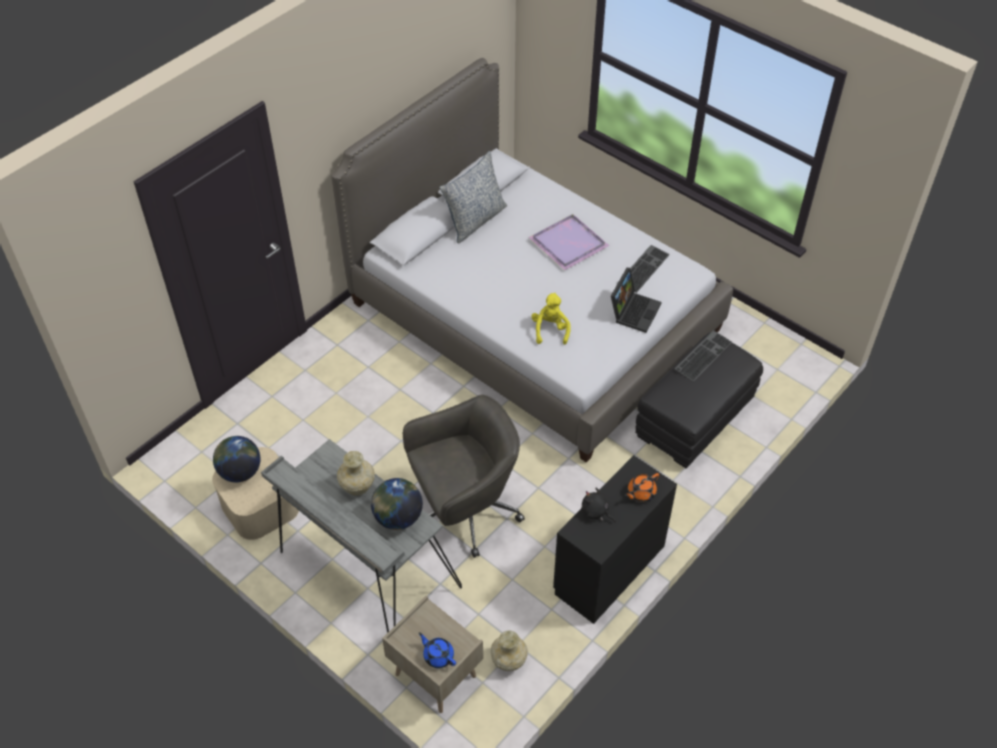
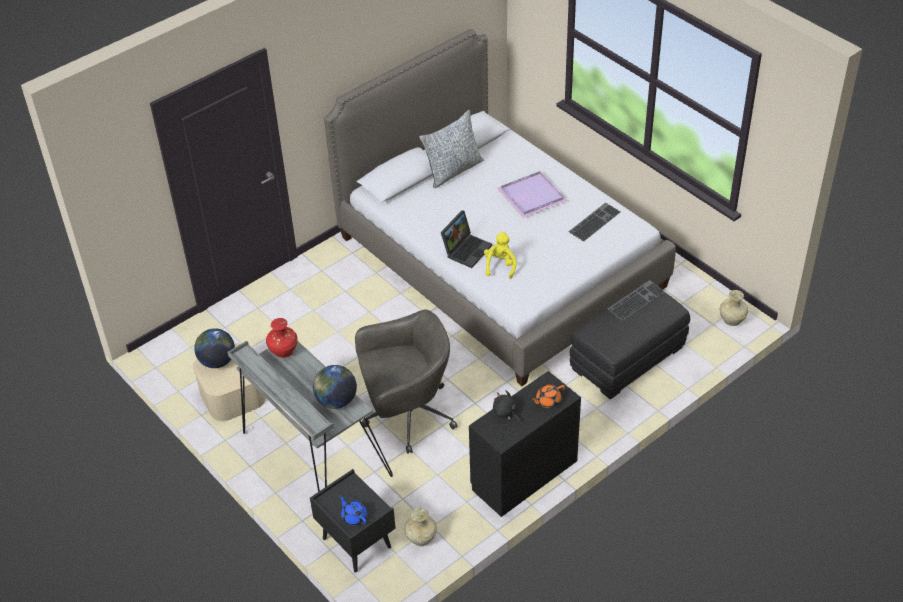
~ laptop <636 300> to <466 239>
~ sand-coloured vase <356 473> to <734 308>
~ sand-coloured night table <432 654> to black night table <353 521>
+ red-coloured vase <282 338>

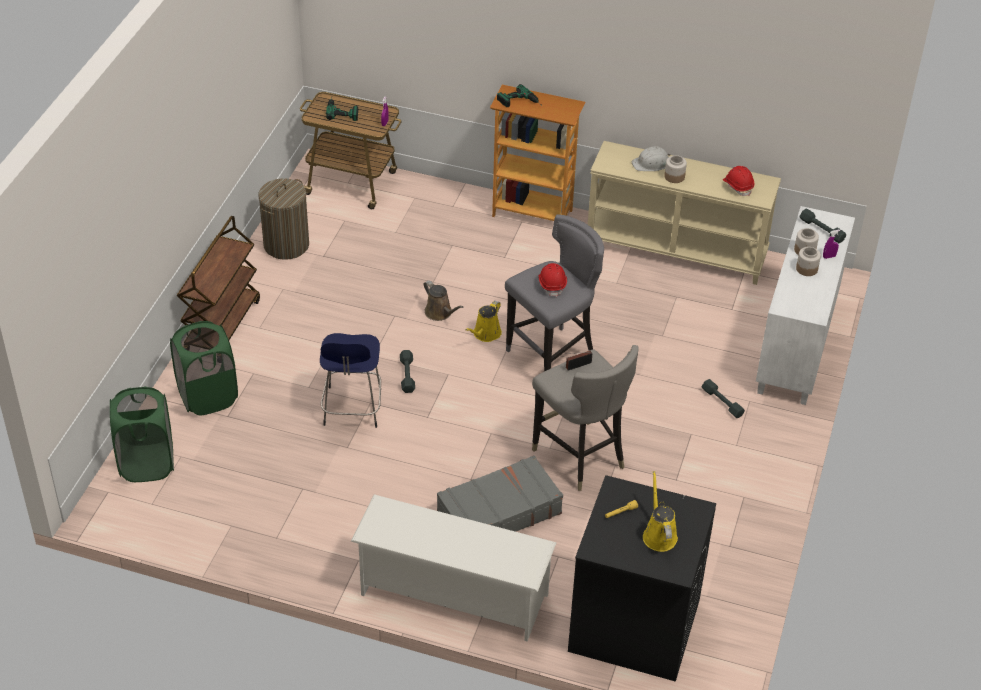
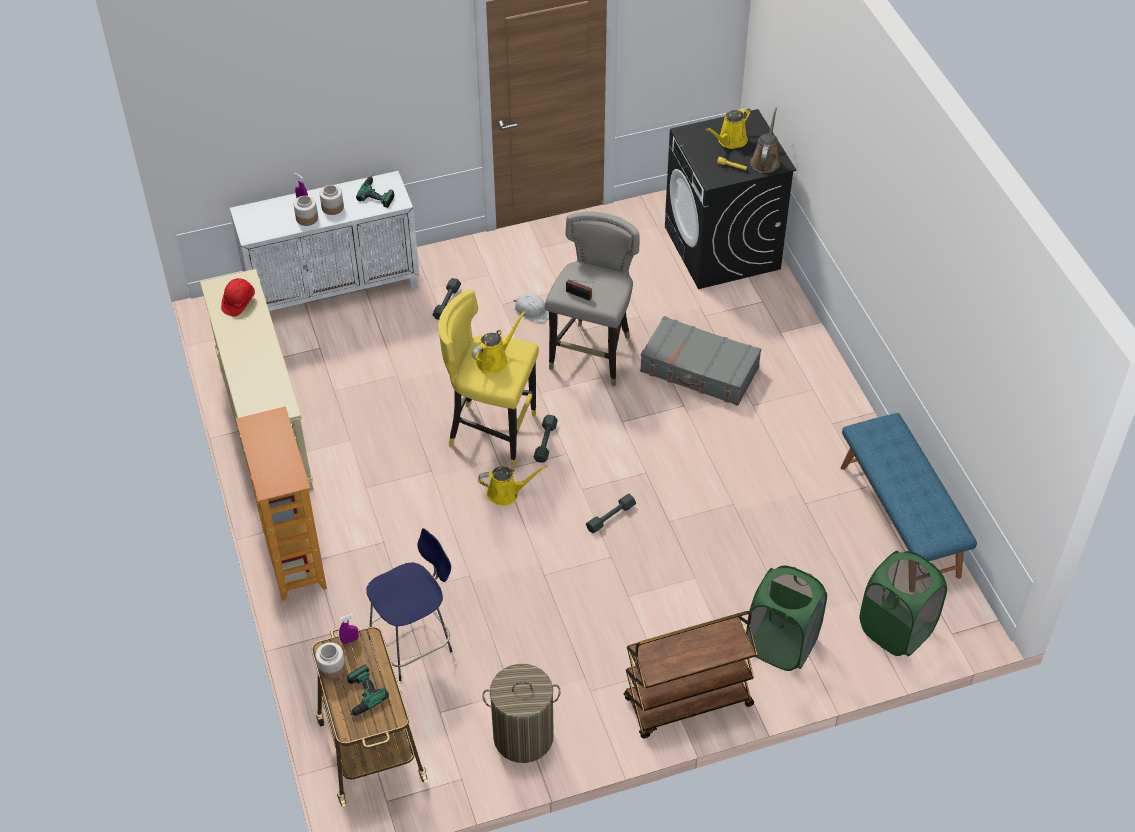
~ drill <518 95> to <375 191>
~ whitish hard hat <651 159> to <531 308>
~ preserve jar <675 169> to <330 660>
~ greyish free weight <822 225> to <546 439>
~ greyish stool seat <554 293> to yellowish stool seat <488 378>
~ red-coloured hard hat <552 280> to yellowish watering pot <498 342>
~ brown watering pot <443 300> to <765 140>
~ blue stool seat <350 380> to <409 604>
- whitish shoe shelf <453 567>
+ blue bench <909 496>

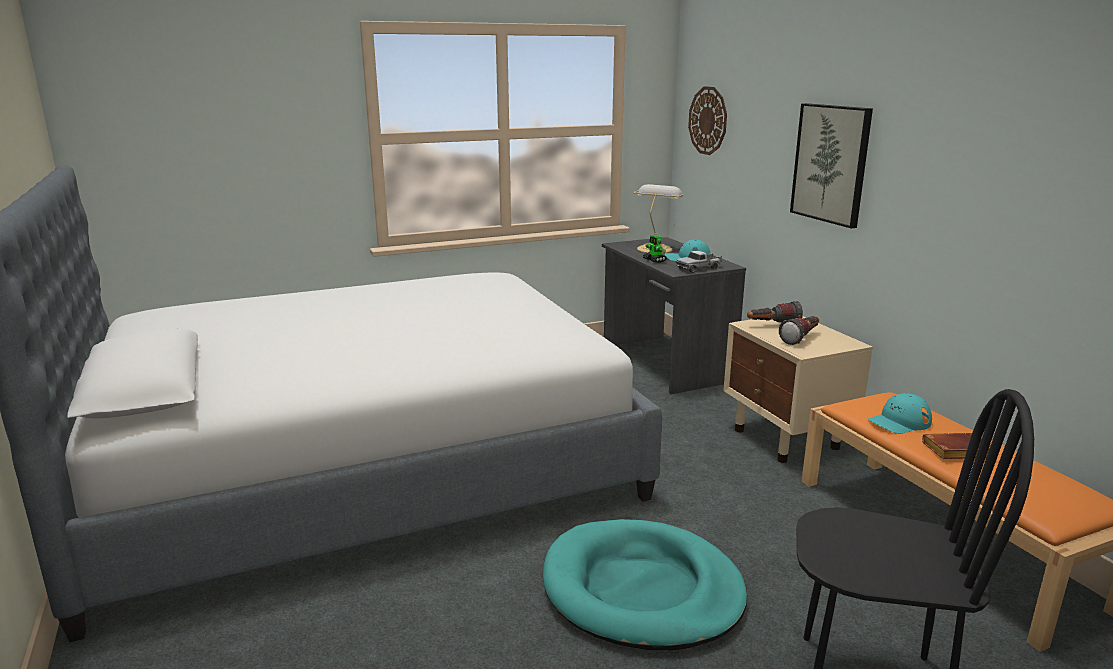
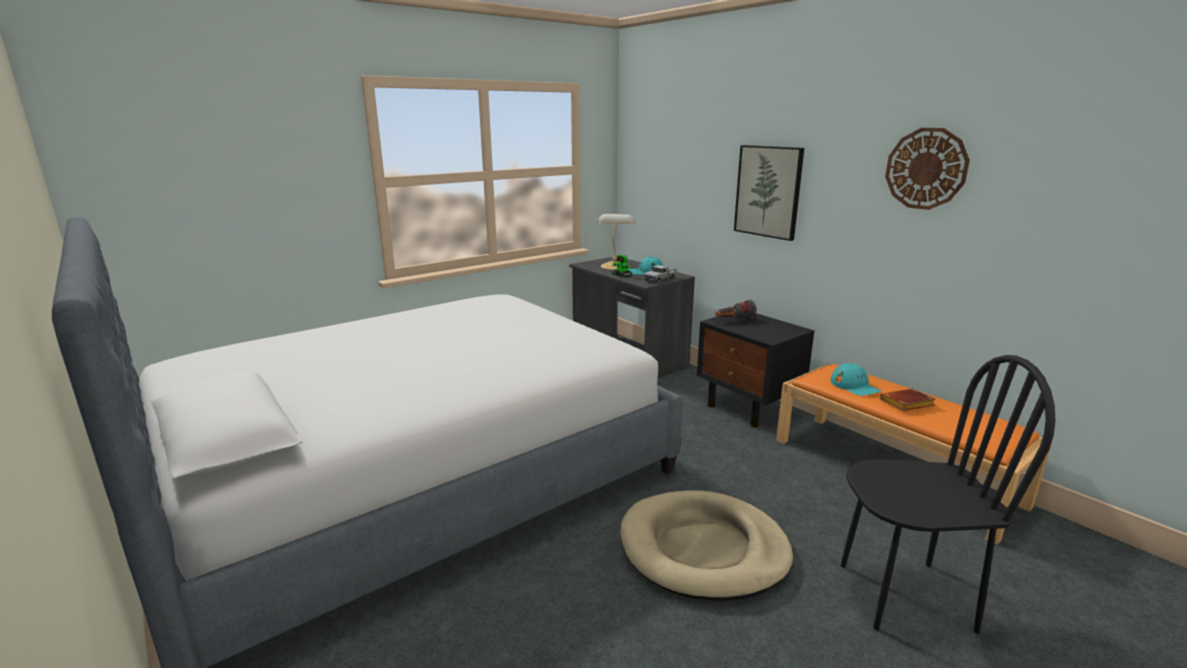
~ clock on the wall <707 120> to <927 169>
- hand torch <799 330>
~ sand-coloured night table <798 390> to black night table <756 370>
~ turquoise cap <900 413> = <856 379> 75 degrees counterclockwise
~ turquoise pet bed <645 584> to sand-coloured pet bed <706 545>

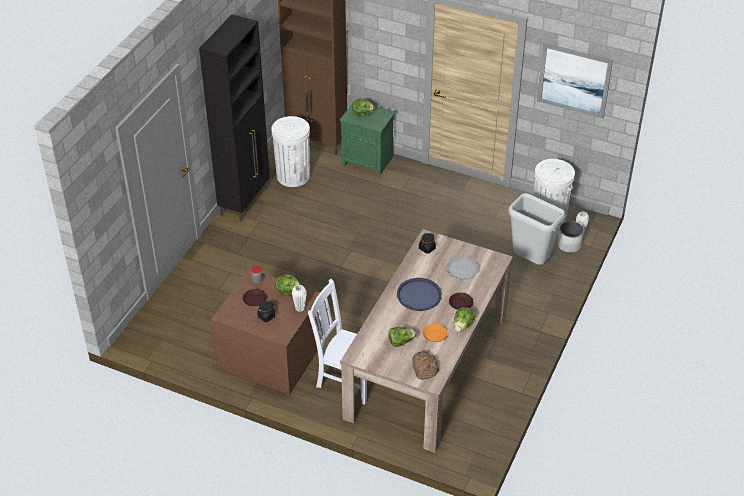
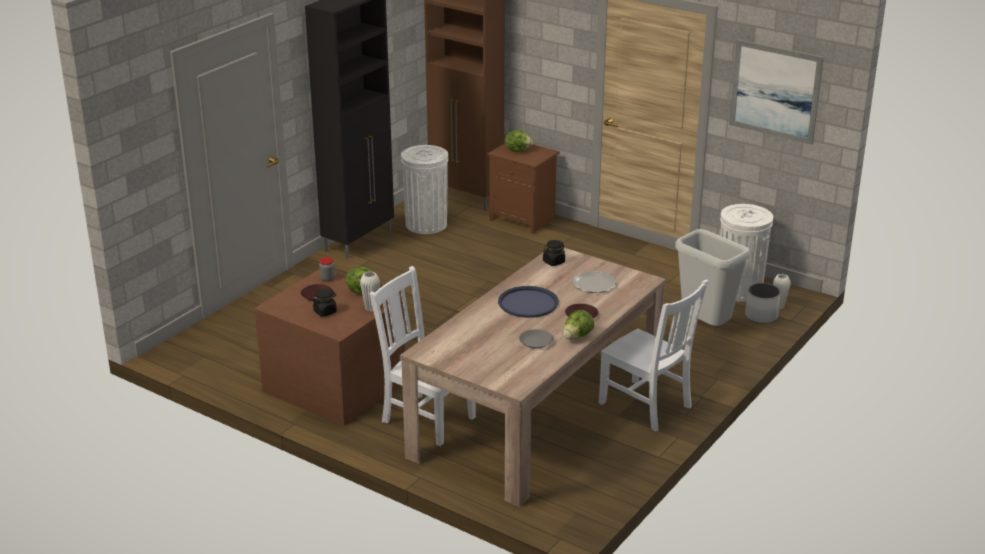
~ green night table <368 138> to brown night table <524 189>
~ orange-coloured flat dish <435 333> to greyish flat dish <536 339>
- lettuce head <402 337>
- baked bread <425 365>
+ whitish chair <653 356>

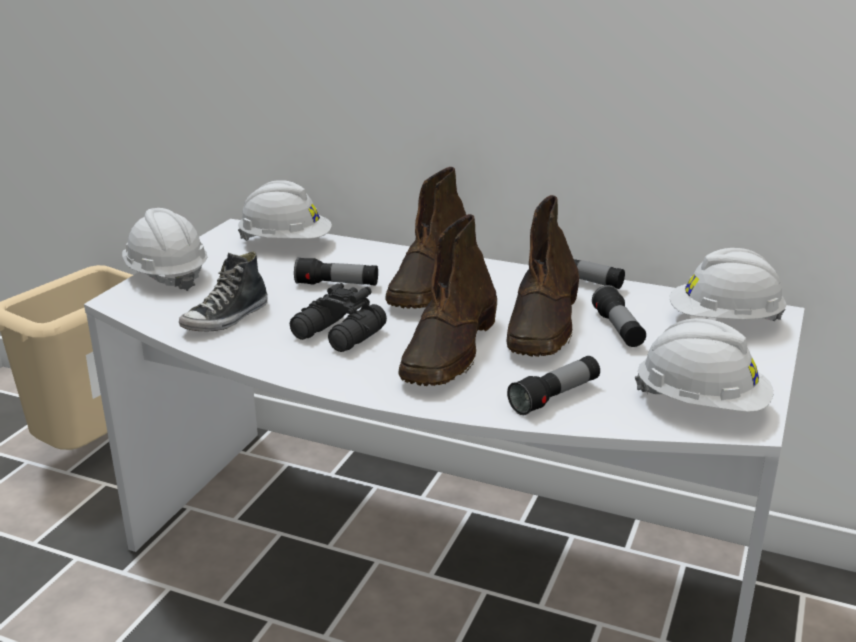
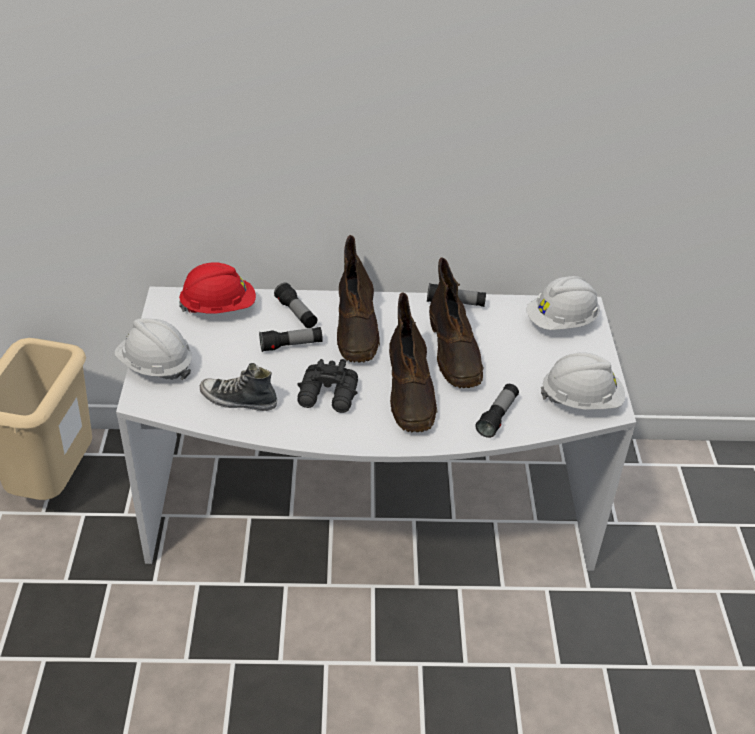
~ whitish hard hat <285 210> to red-coloured hard hat <217 288>
~ low shoe <223 291> = <238 387> 90 degrees clockwise
~ hand torch <619 316> to <295 305>

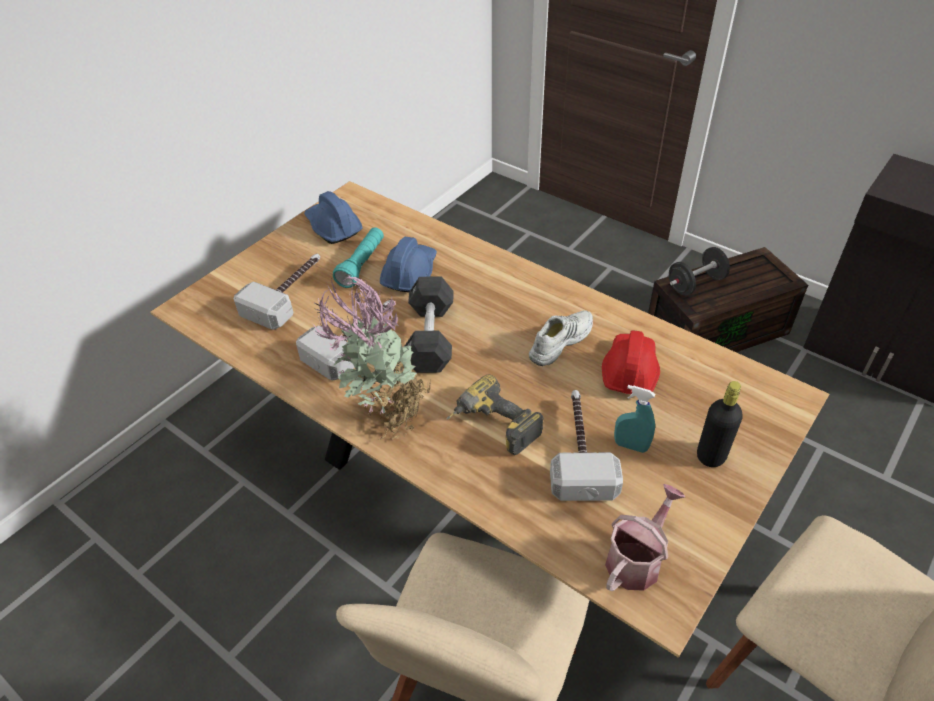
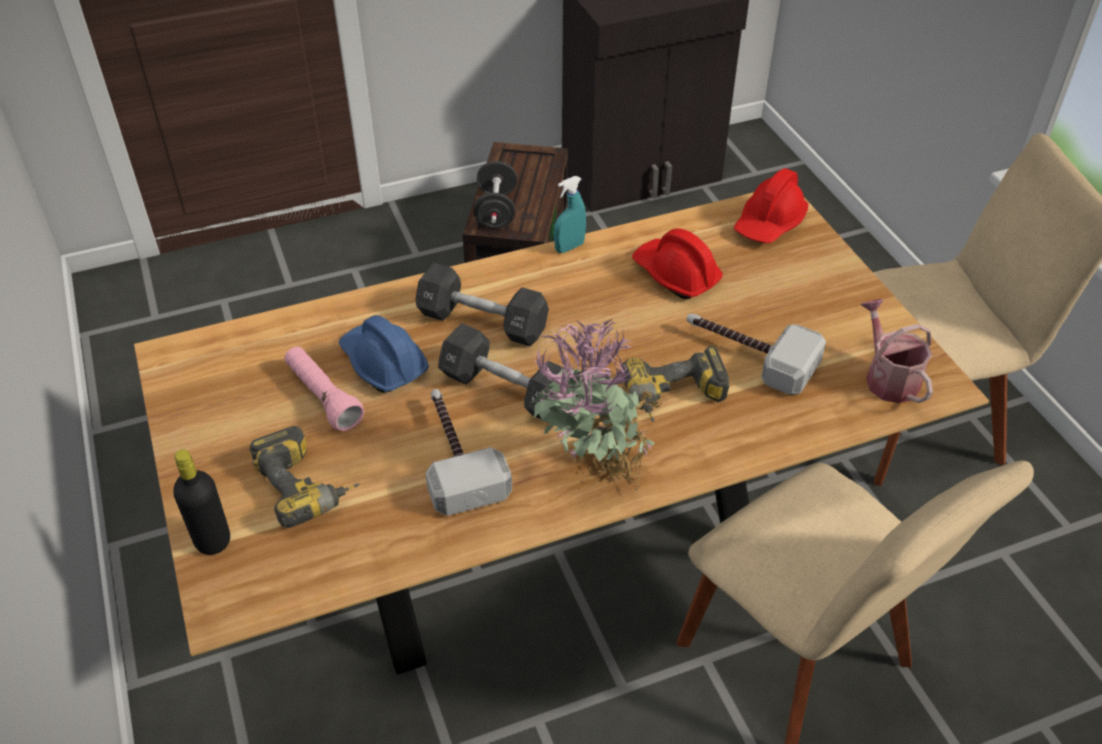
- blue hard hat <333 217>
~ turquoise hand torch <358 257> to pink-coloured hand torch <324 389>
~ hand hammer <276 292> to drill <304 477>
- whitish low shoe <561 338>
~ black drink bottle <720 424> to <201 502>
~ turquoise hand sprayer <634 419> to <570 214>
+ red-coloured hard hat <771 205>
+ black free weight <482 305>

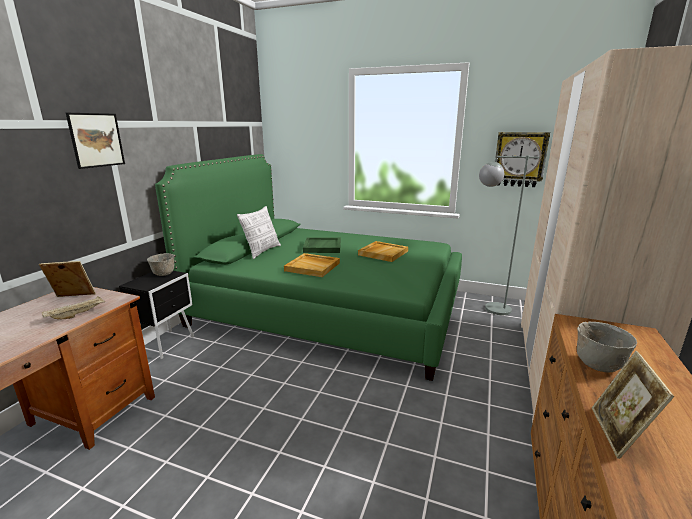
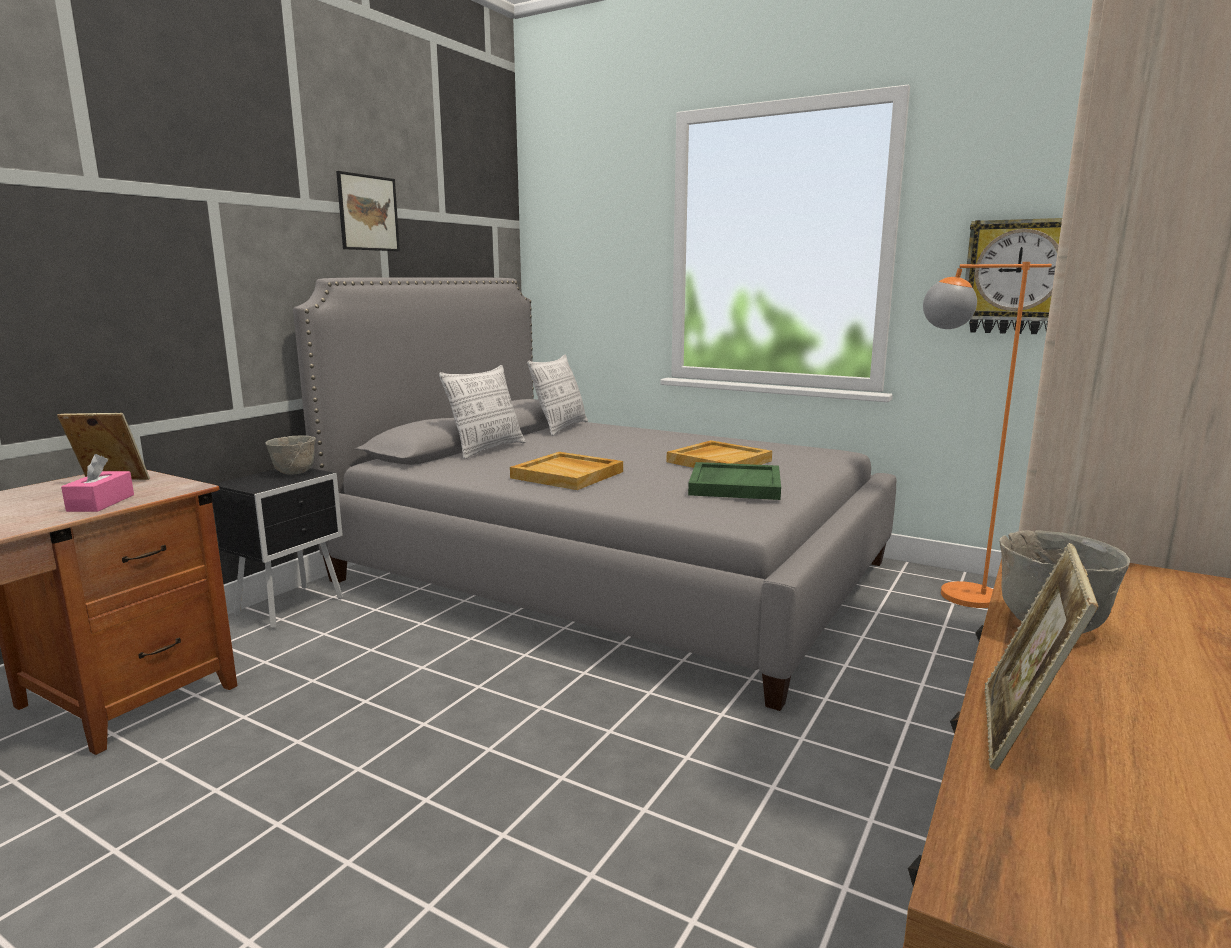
~ wall art <95 141> to <368 211>
~ green sleeping bed <308 267> to greyish sleeping bed <595 494>
~ greyish floor lamp <509 235> to orange-coloured floor lamp <987 435>
~ green tray <322 245> to <734 481>
~ sand-coloured tray <73 307> to pink-coloured tissue box <97 483>
+ pillow <557 395>

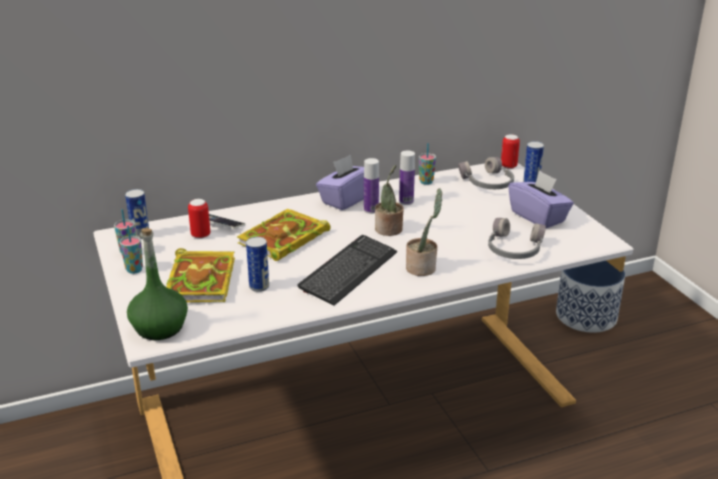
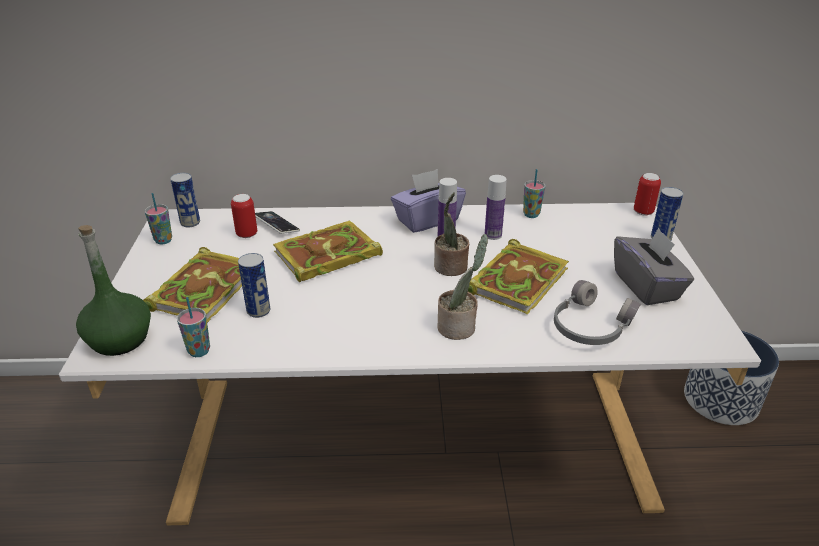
- greyish headphones <486 173>
~ purple tissue box <541 199> to greyish tissue box <654 266>
~ small cup <131 249> to <193 327>
- computer keyboard <347 270>
+ book <518 276>

